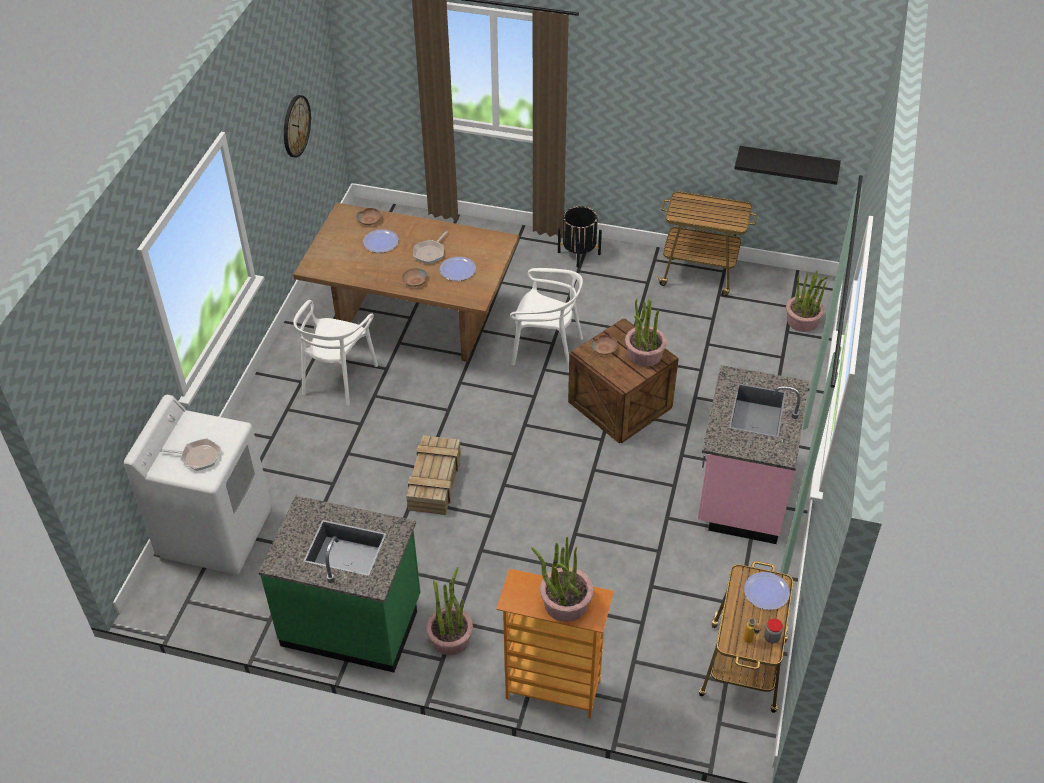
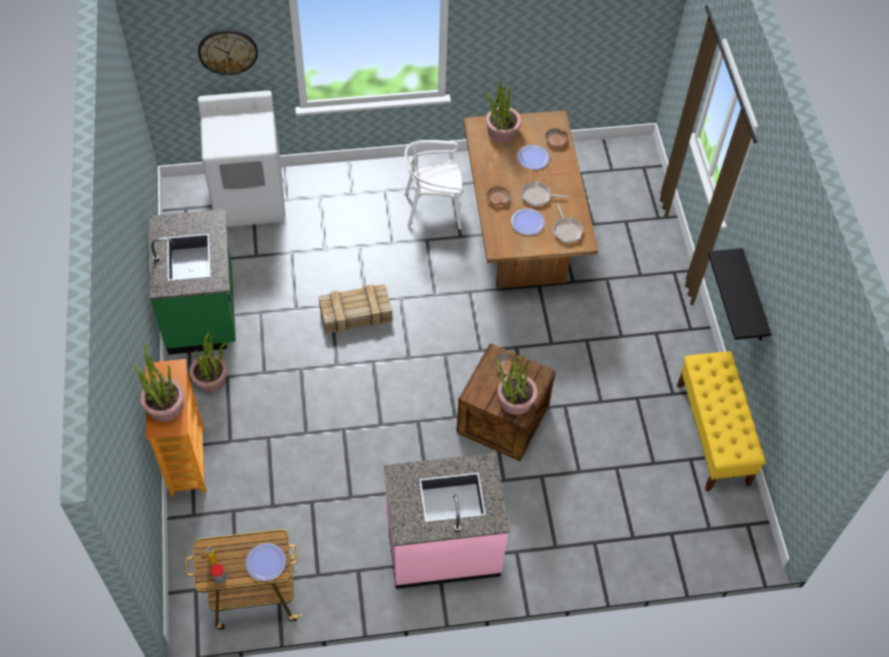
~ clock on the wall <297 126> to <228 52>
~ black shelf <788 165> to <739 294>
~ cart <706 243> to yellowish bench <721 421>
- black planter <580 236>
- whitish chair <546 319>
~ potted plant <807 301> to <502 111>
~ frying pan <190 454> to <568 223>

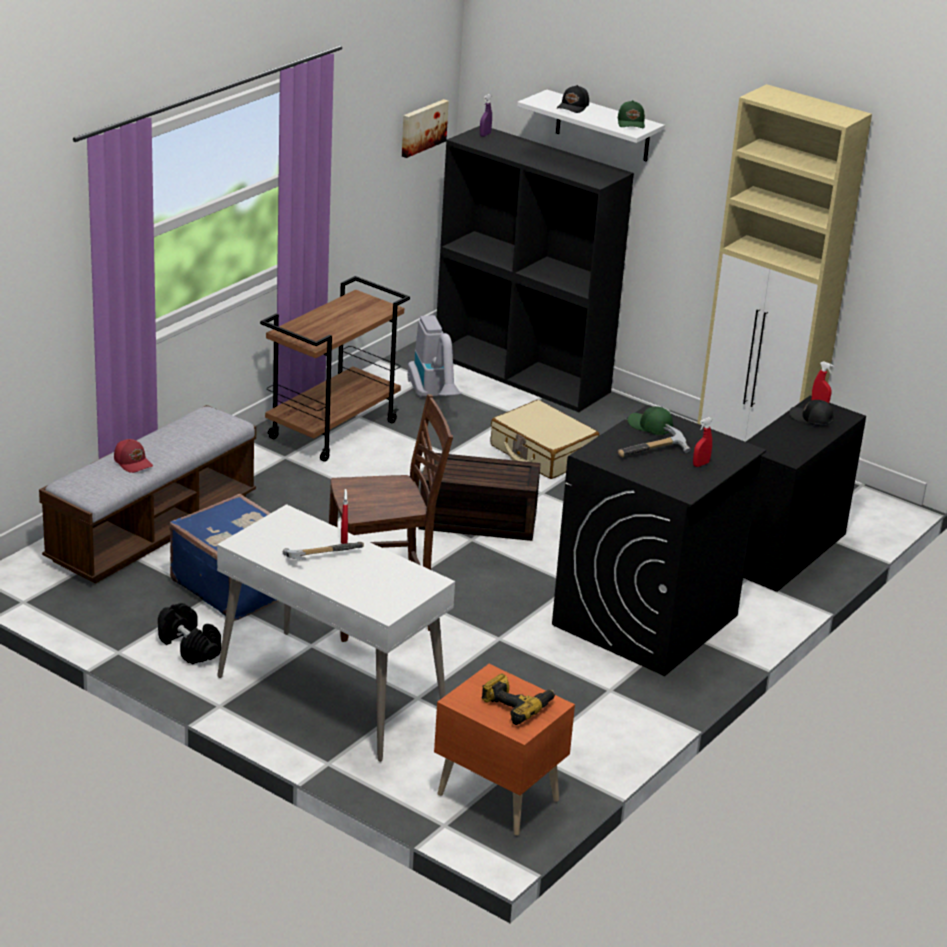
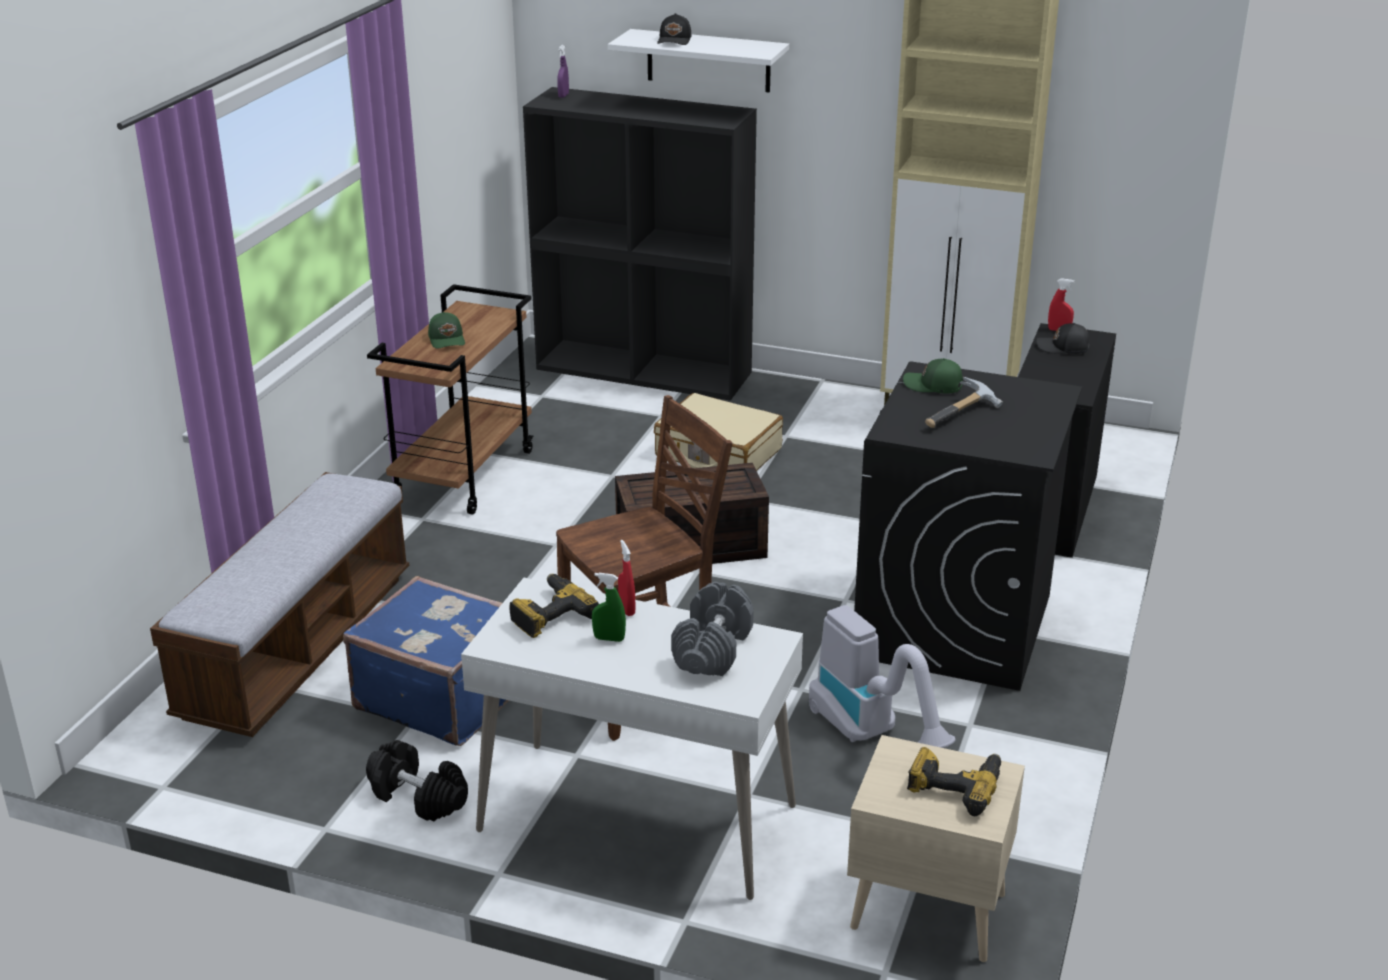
- wall art <425 128>
~ green cap <631 114> to <446 330>
~ hoover <434 356> to <882 676>
- red-coloured hand sprayer <703 442>
- red-coloured cap <133 456>
~ hand hammer <323 551> to green hand sprayer <609 607>
~ orange-coloured night table <504 750> to sand-coloured night table <936 848>
+ drill <554 606>
+ greyish free weight <712 629>

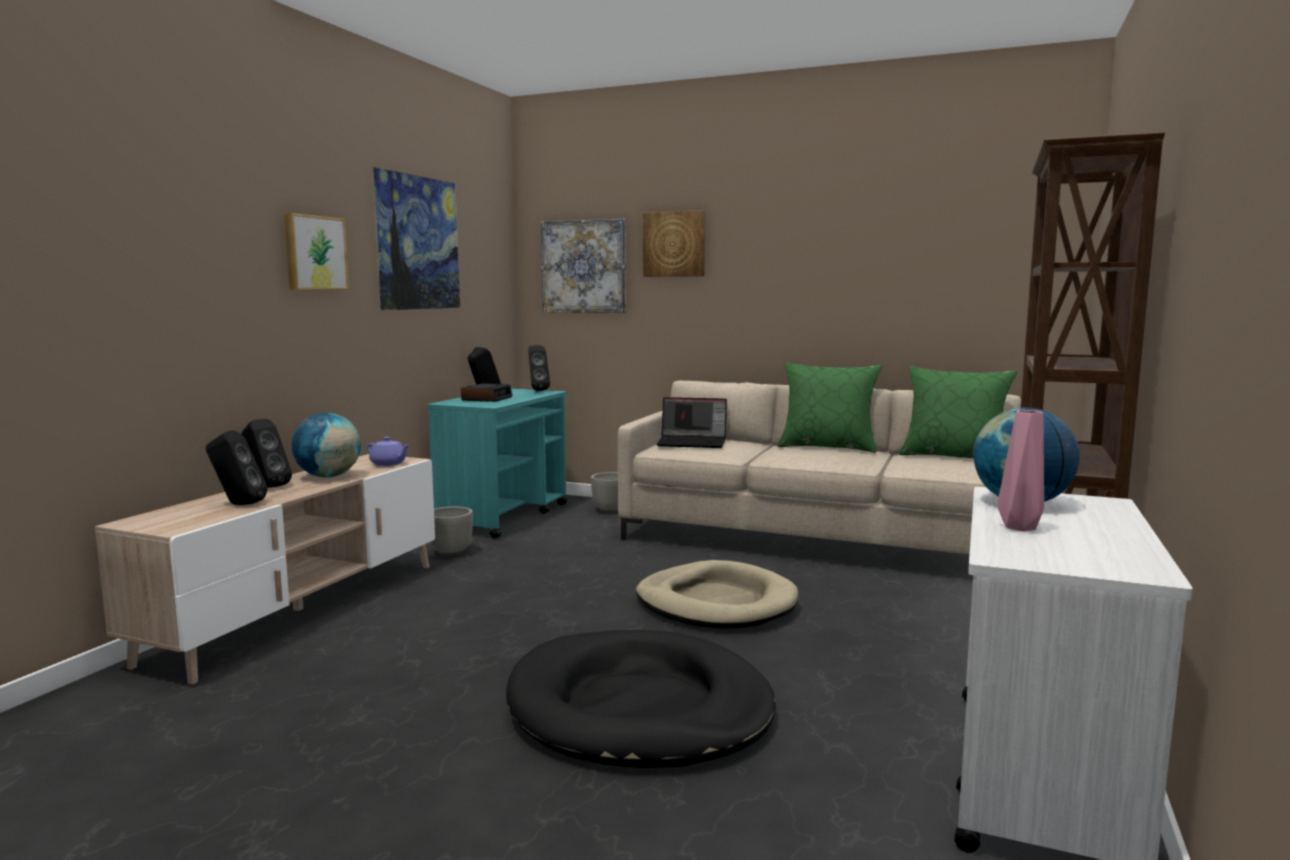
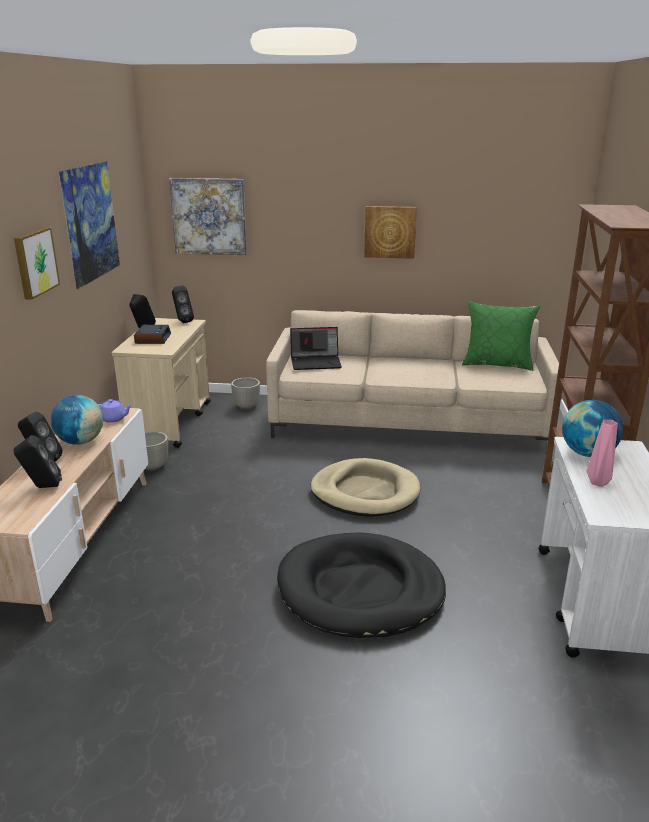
~ wall art <674 243> to <390 232>
- green pillow <829 407>
~ turquoise cart <497 463> to sand-coloured cart <161 383>

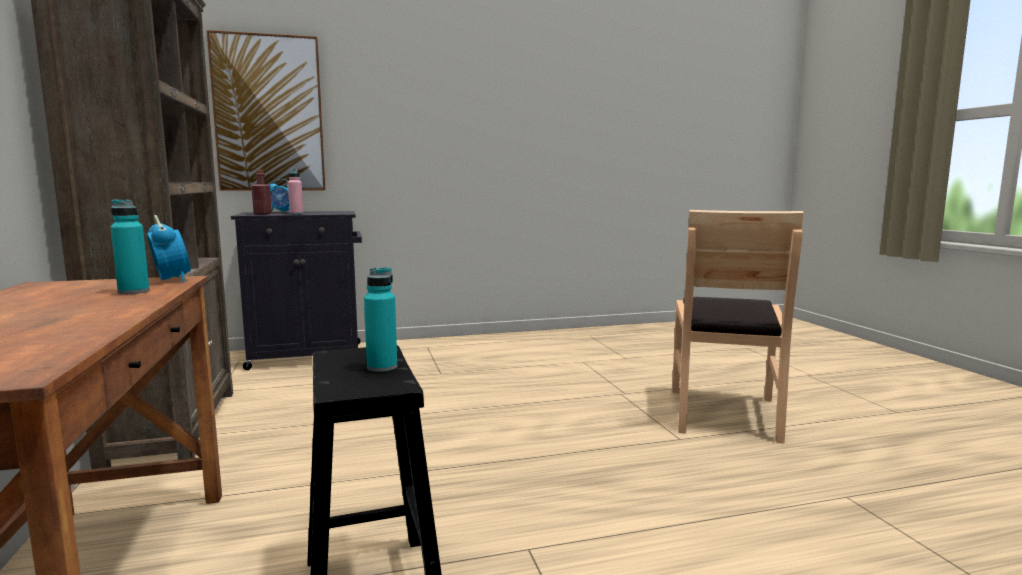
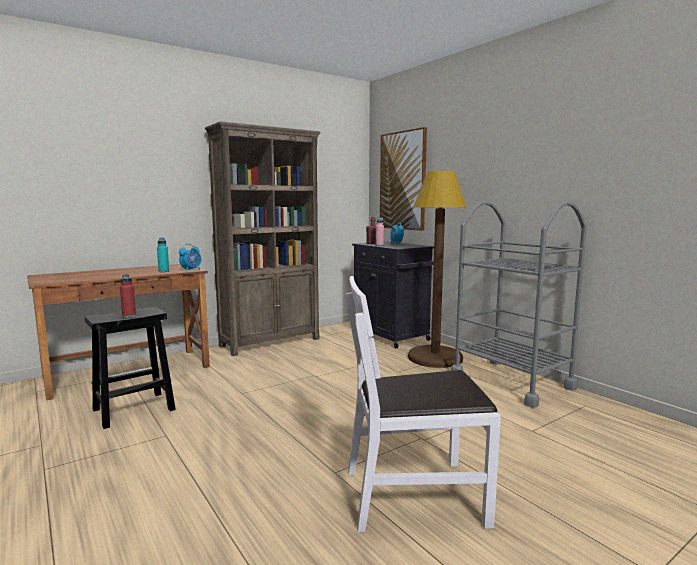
~ brown chair <738 326> to whitish chair <423 404>
~ turquoise drink bottle <380 319> to red-coloured drink bottle <128 296>
+ brown floor lamp <437 269>
+ greyish cart <519 304>

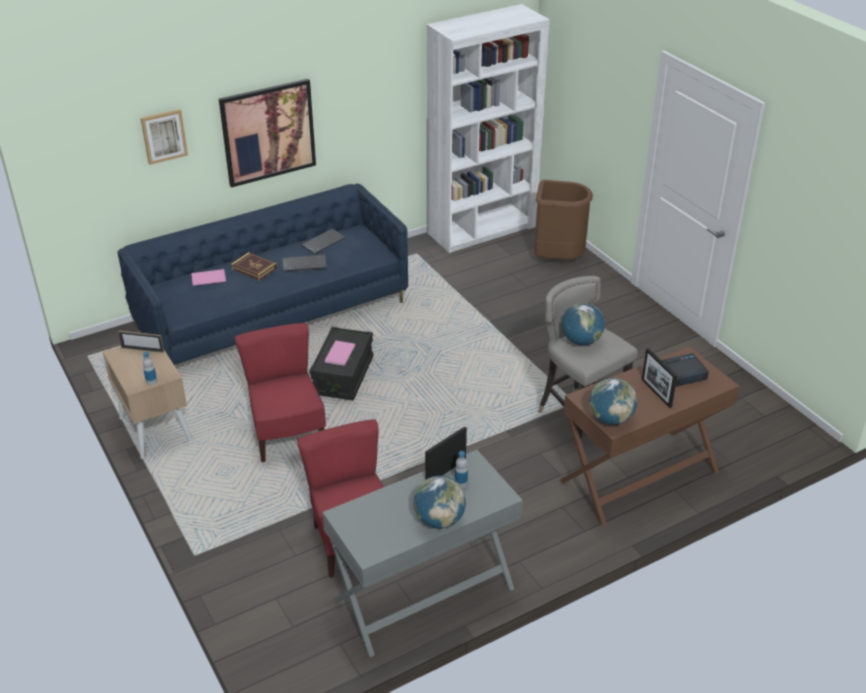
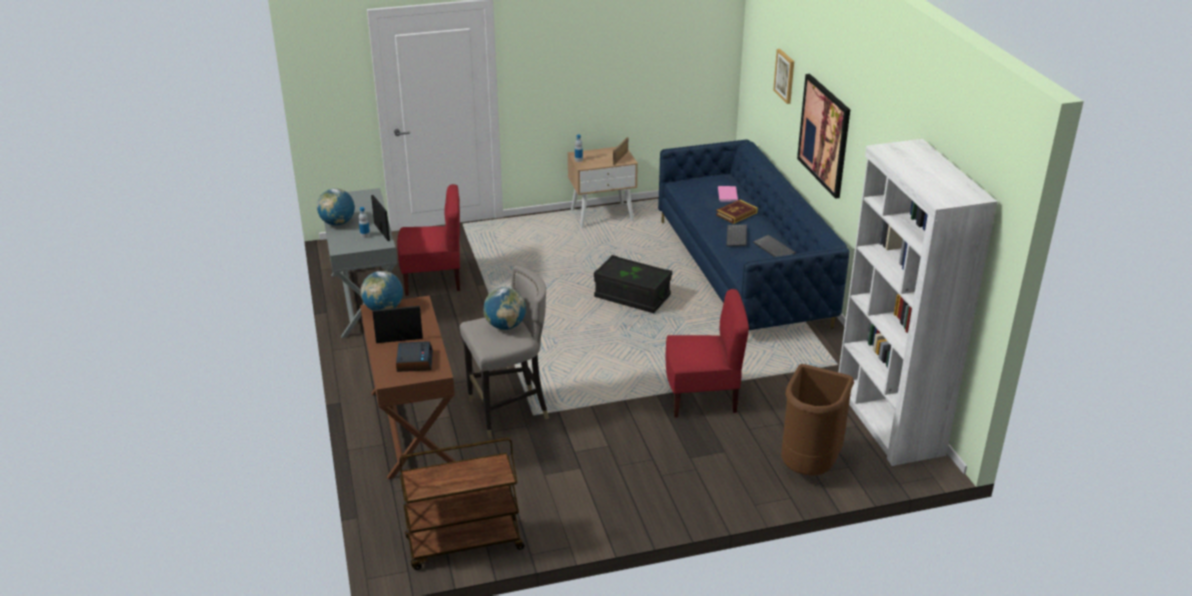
~ red-coloured chair <280 392> to <707 353>
- pink-coloured book <340 353>
+ brown cart <462 504>

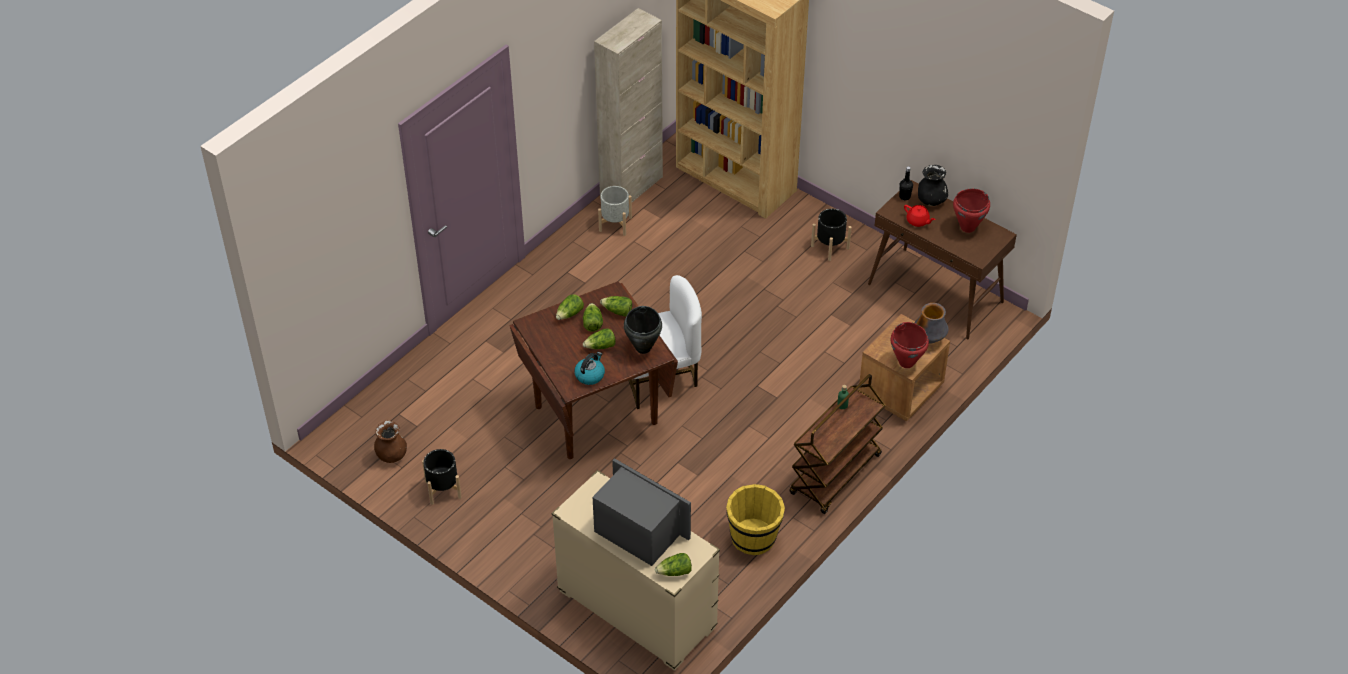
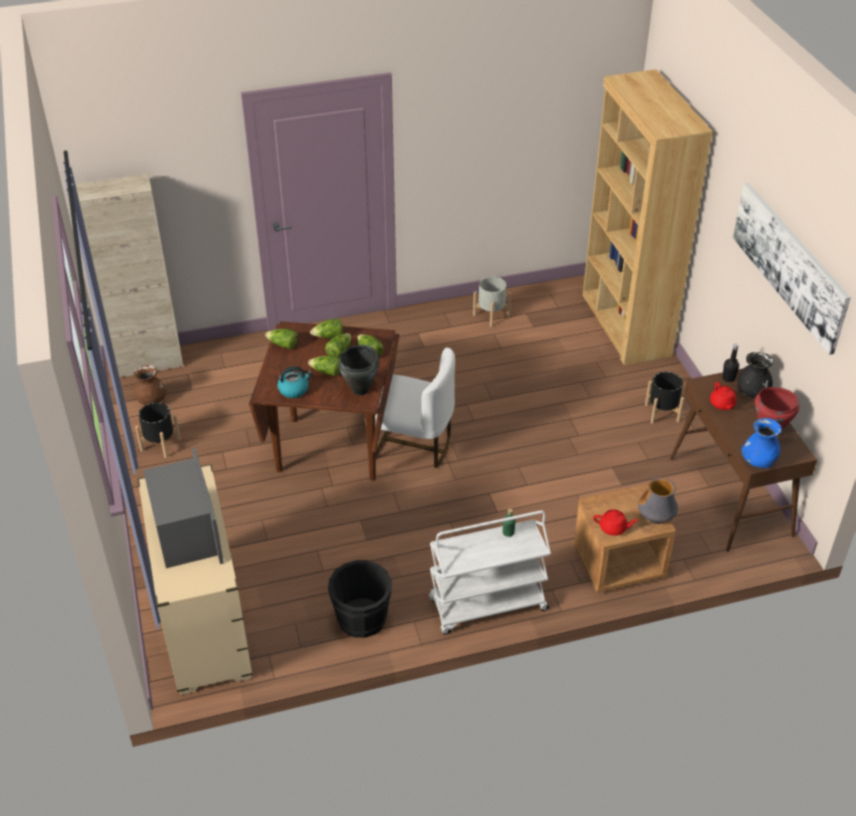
~ sand-coloured cupboard <628 105> to <129 275>
~ red-coloured cooking pot <910 345> to red-coloured teapot <615 522>
~ brown cart <838 444> to whitish cart <490 572>
~ yellowish pail <755 519> to black pail <360 599>
~ lettuce head <673 564> to <281 339>
+ wall art <792 269>
+ blue vase <761 443>

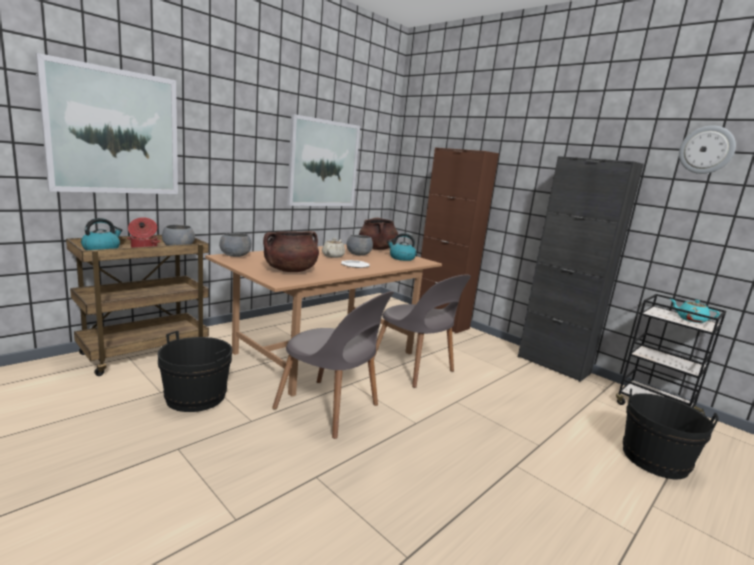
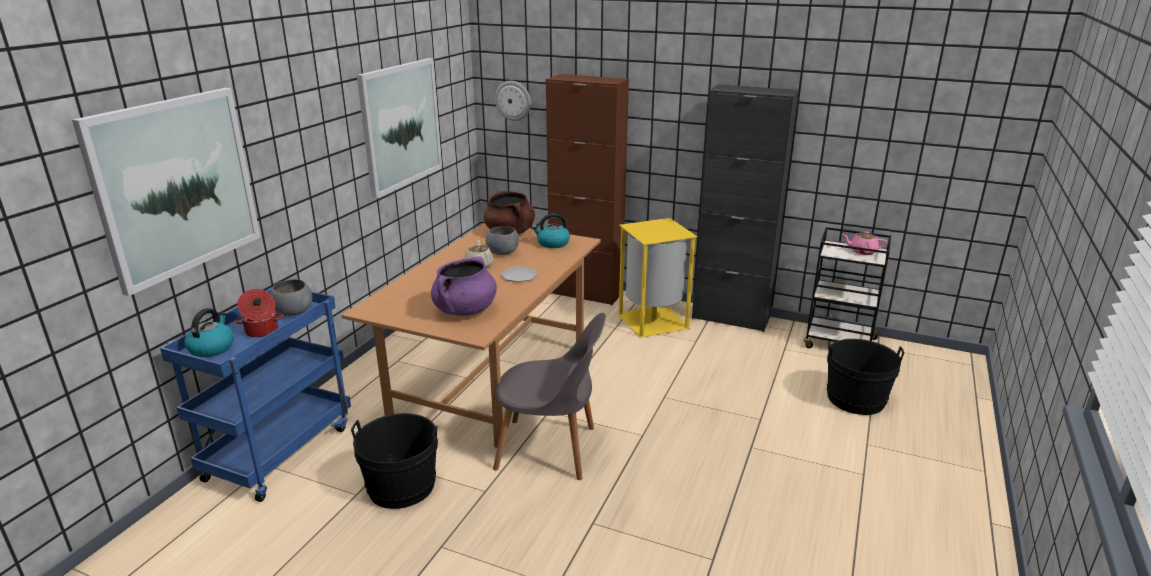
~ clock on the wall <707 150> to <513 101>
~ brown cooking pot <291 251> to purple cooking pot <464 286>
- greyish deep dish <235 245>
~ brown cart <137 305> to blue cart <255 395>
- greyish chair <422 331>
~ turquoise teapot <695 311> to pink-coloured teapot <864 243>
+ yellowish waste bin <657 278>

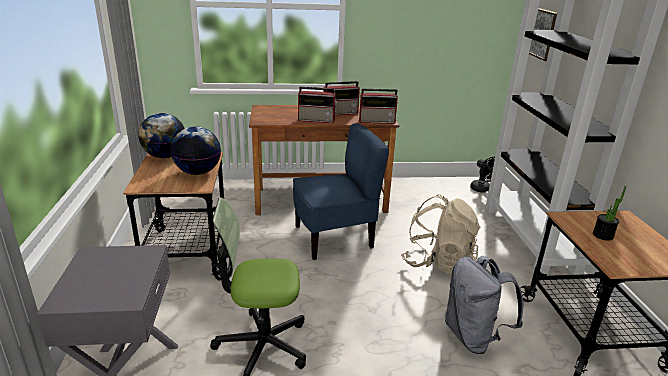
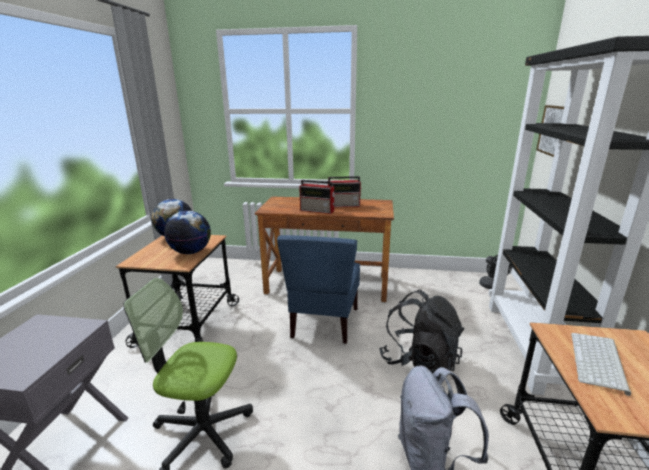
- radio receiver <378 106>
~ blue chair <341 191> = <318 289> 105 degrees clockwise
~ potted plant <609 213> to computer keyboard <601 364>
~ sand-coloured knapsack <441 234> to black knapsack <421 331>

